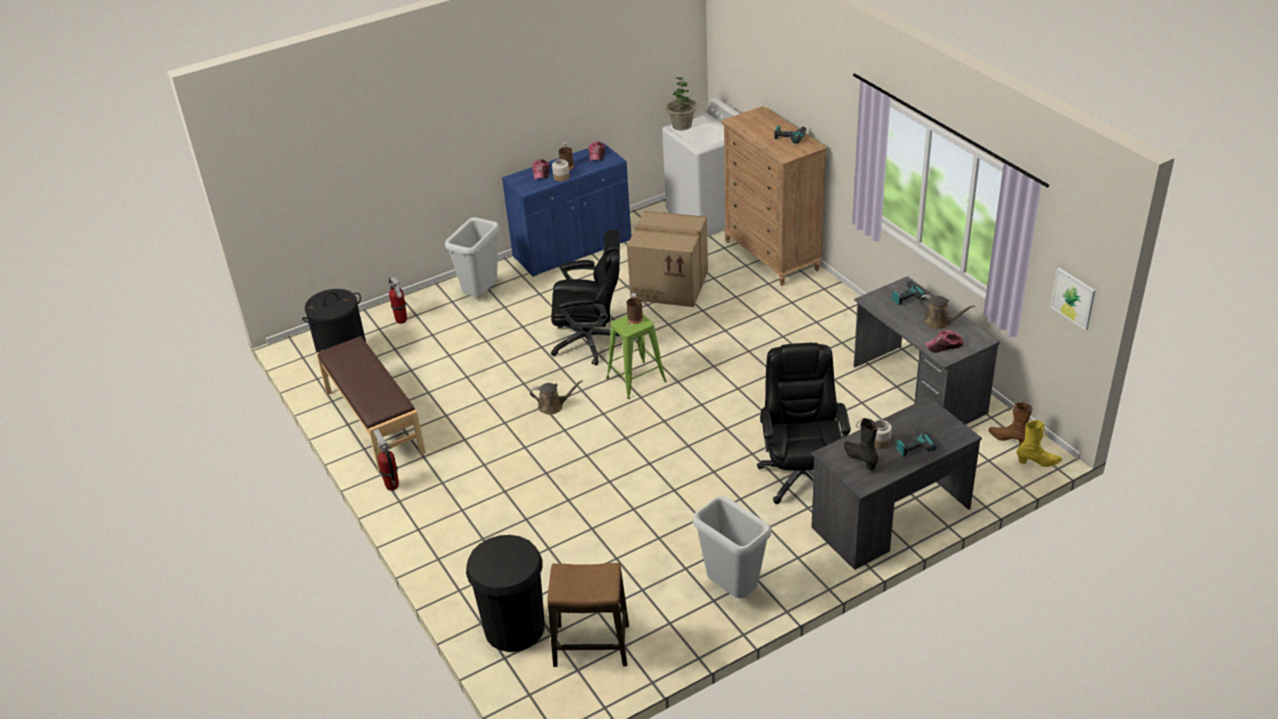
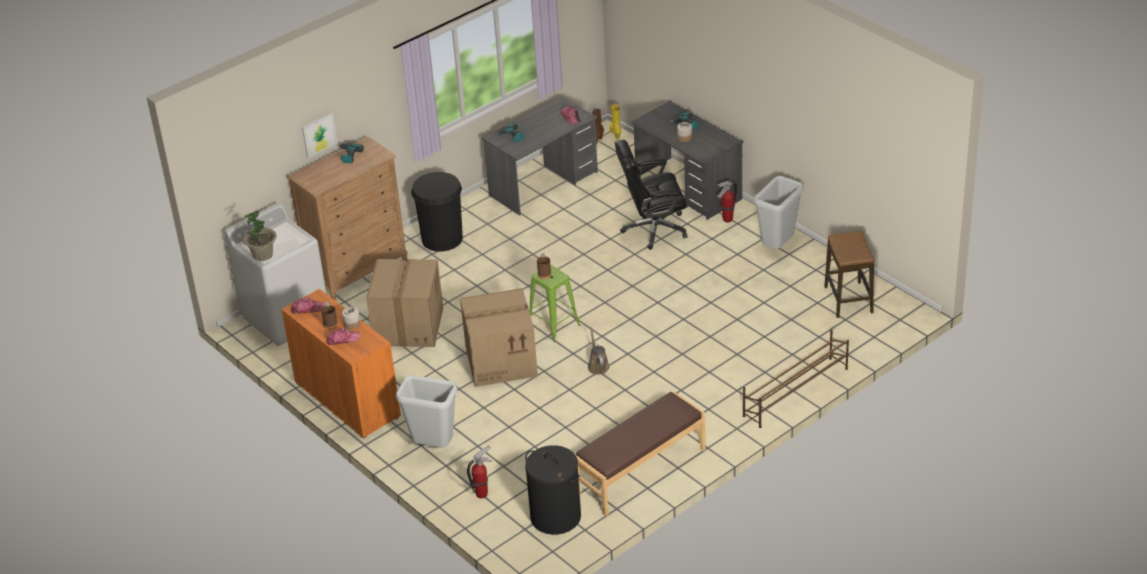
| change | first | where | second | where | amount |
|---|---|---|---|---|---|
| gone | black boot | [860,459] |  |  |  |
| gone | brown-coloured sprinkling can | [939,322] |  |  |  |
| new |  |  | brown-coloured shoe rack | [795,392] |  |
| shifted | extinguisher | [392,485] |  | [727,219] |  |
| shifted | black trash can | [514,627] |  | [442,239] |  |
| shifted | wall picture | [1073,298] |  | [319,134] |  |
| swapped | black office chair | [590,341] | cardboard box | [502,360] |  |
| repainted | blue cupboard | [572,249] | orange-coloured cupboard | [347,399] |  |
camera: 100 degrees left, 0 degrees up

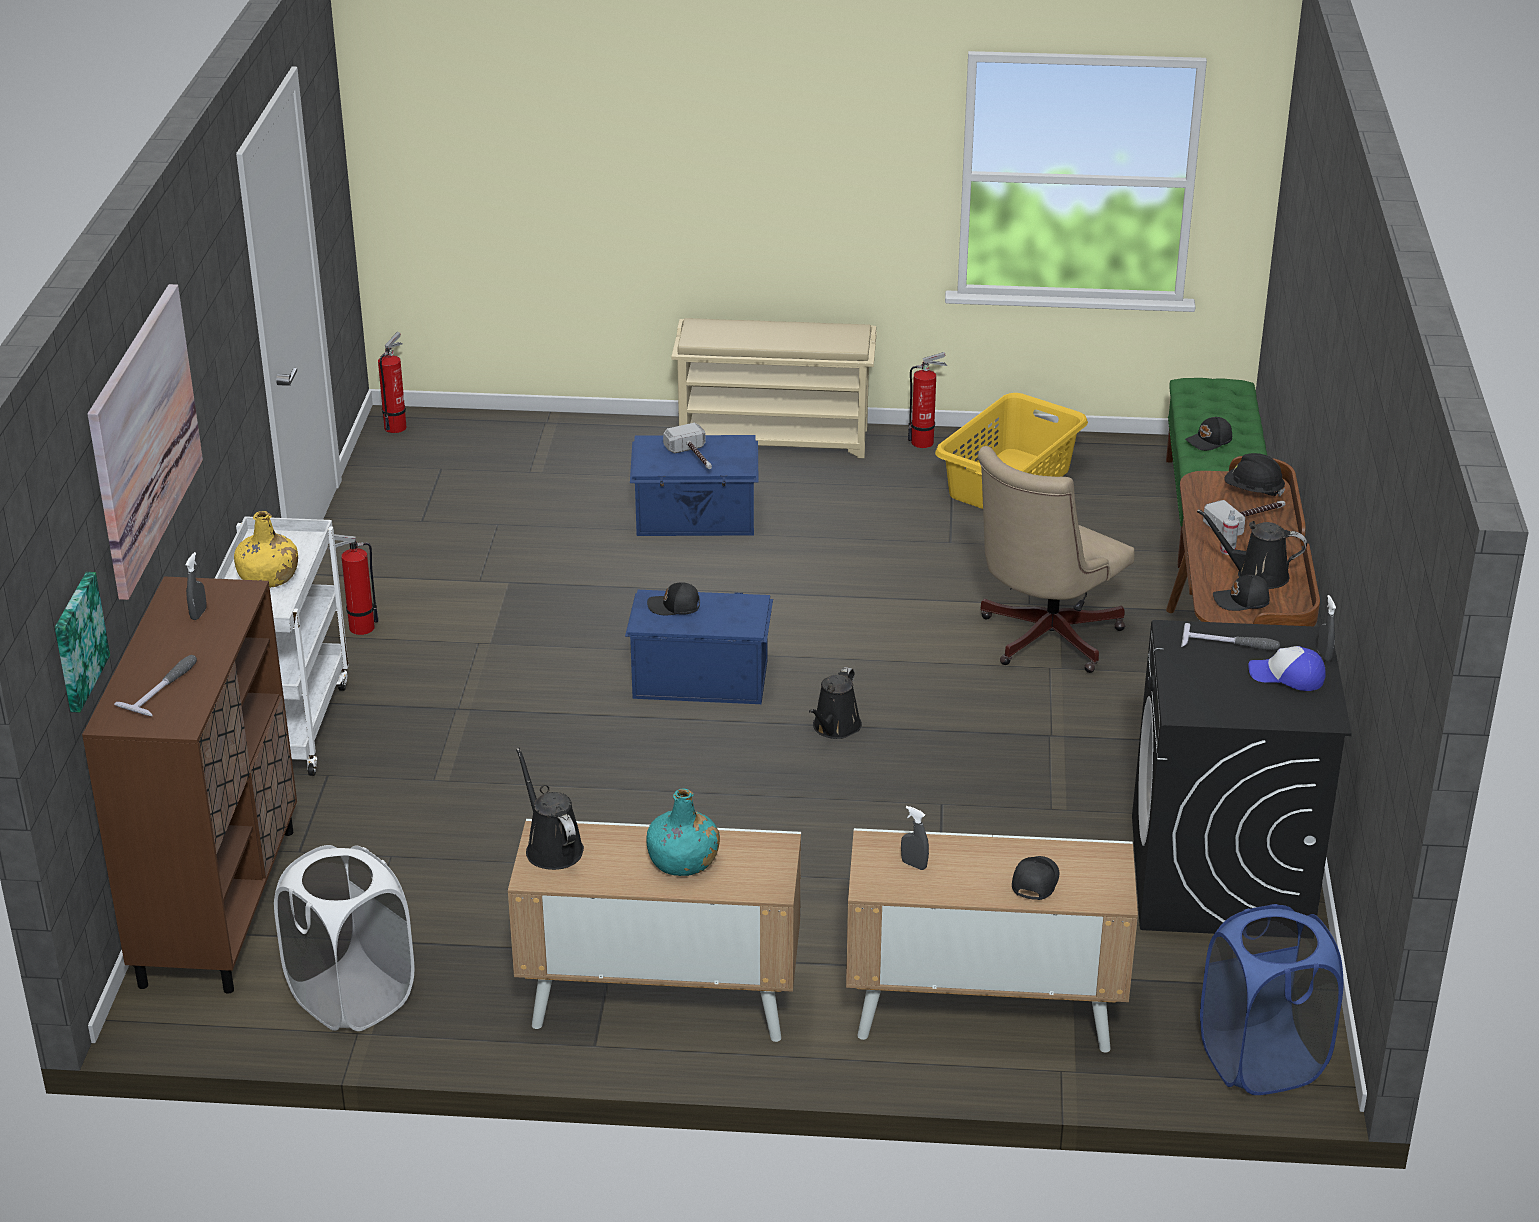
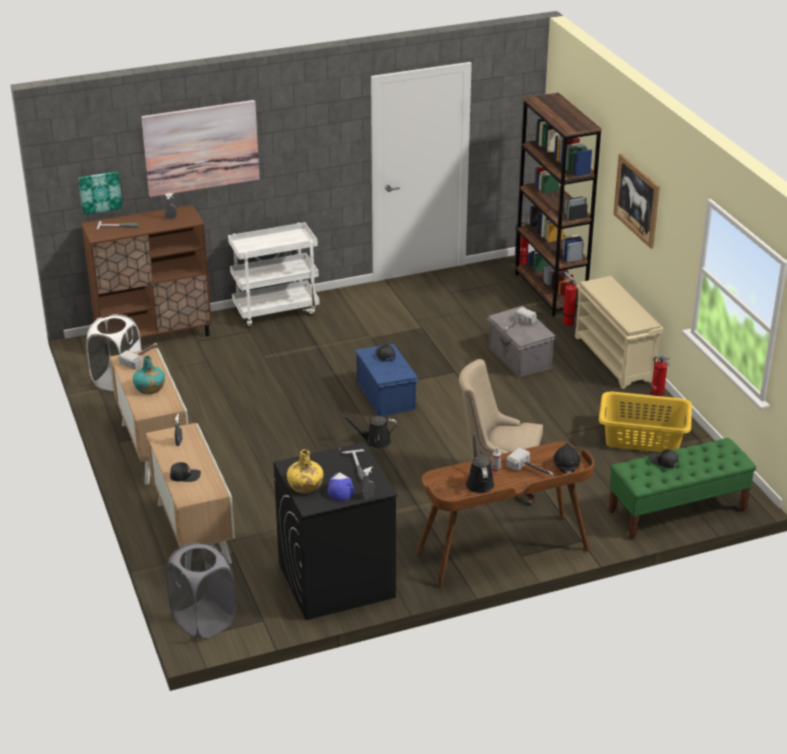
| change | first | where | second | where | amount |
|---|---|---|---|---|---|
| gone | black baseball cap | [1241,601] |  |  |  |
| new |  |  | brown-coloured bookshelf | [550,291] |  |
| new |  |  | wall picture | [637,200] |  |
| shifted | yellowish bottle | [268,577] |  | [305,486] |  |
| shifted | extinguisher | [358,628] |  | [567,321] |  |
| swapped | black sprinkling can | [551,847] | hammer | [141,358] |  |
| repainted | blue storage container | [696,518] | grey storage container | [519,358] |  |
| repainted | blue washing basket | [1261,1061] | grey washing basket | [203,620] |  |
camera: 65 degrees right, 0 degrees up

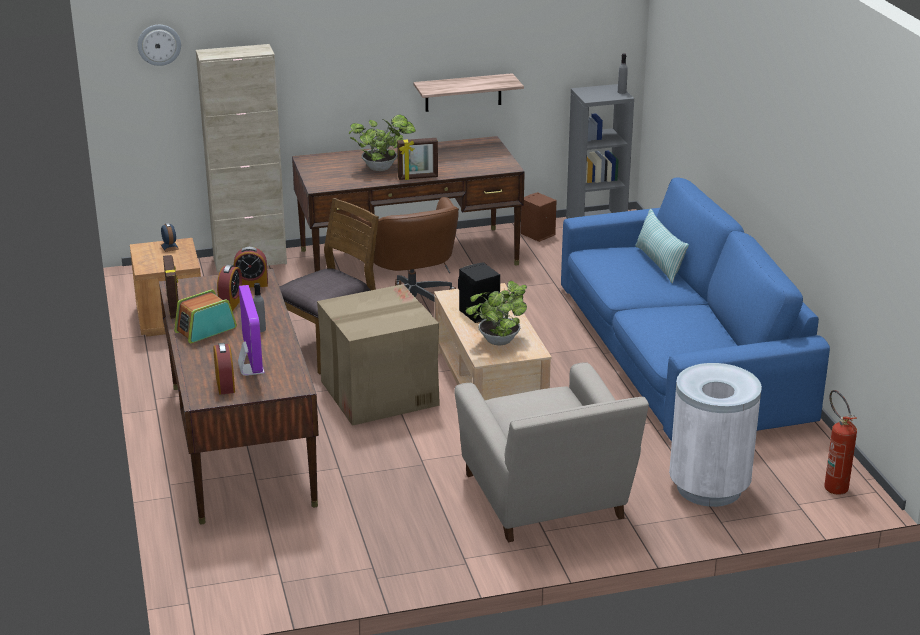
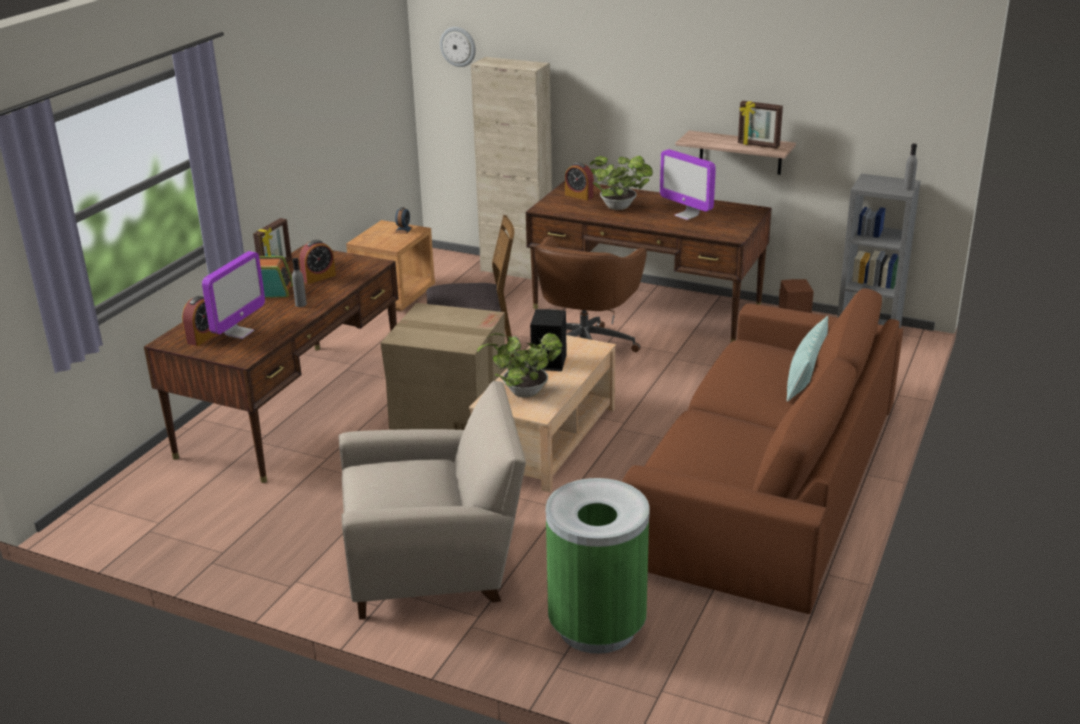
| change | first | where | second | where | amount |
|---|---|---|---|---|---|
| gone | extinguisher | [832,485] |  |  |  |
| new |  |  | monitor | [686,215] |  |
| shifted | table clock | [251,284] |  | [579,196] |  |
| shifted | picture frame | [418,178] |  | [758,145] |  |
| repainted | blue sofa | [677,352] | brown-coloured sofa | [767,481] |  |
| repainted | white-coloured trash can | [709,487] | green trash can | [597,626] |  |
| rotated | sand-coloured armchair | [547,501] |  | [435,565] | 120 degrees counterclockwise |
camera: 40 degrees right, 0 degrees up

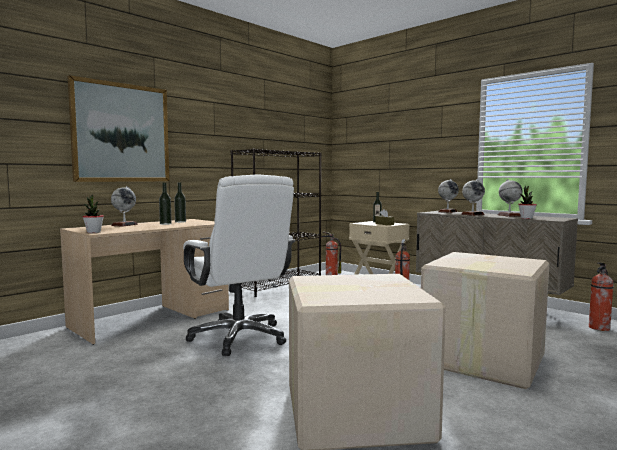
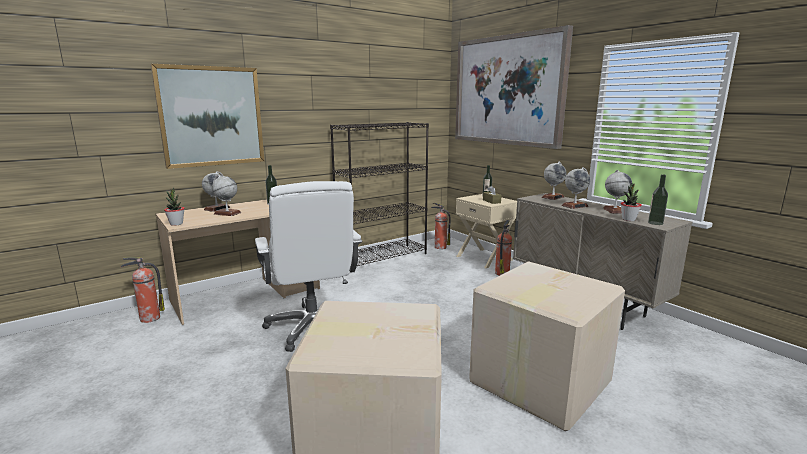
| change | first | where | second | where | amount |
|---|---|---|---|---|---|
| new |  |  | desk globe | [227,213] |  |
| new |  |  | wall picture | [507,90] |  |
| shifted | bottle | [165,224] |  | [655,223] |  |
| shifted | extinguisher | [598,328] |  | [149,318] |  |
camera: 10 degrees right, 10 degrees up

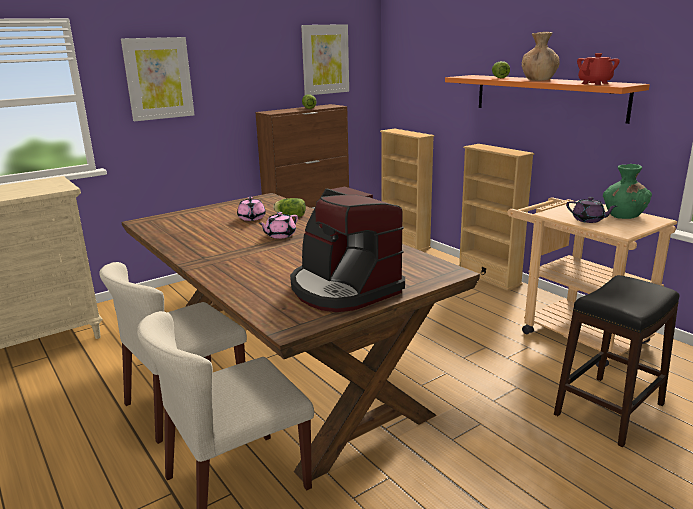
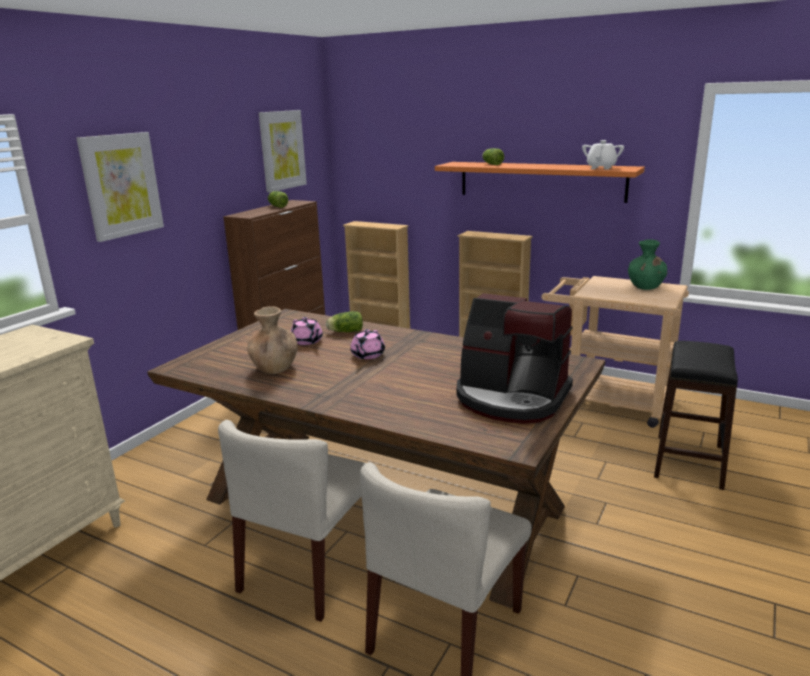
| change | first | where | second | where | amount |
|---|---|---|---|---|---|
| gone | purple-coloured pot for tea | [588,220] |  |  |  |
| shifted | brown-coloured vase | [538,80] |  | [274,368] |  |
| repainted | red pot for tea | [595,83] | white-coloured pot for tea | [601,168] |  |
camera: 25 degrees left, 0 degrees up

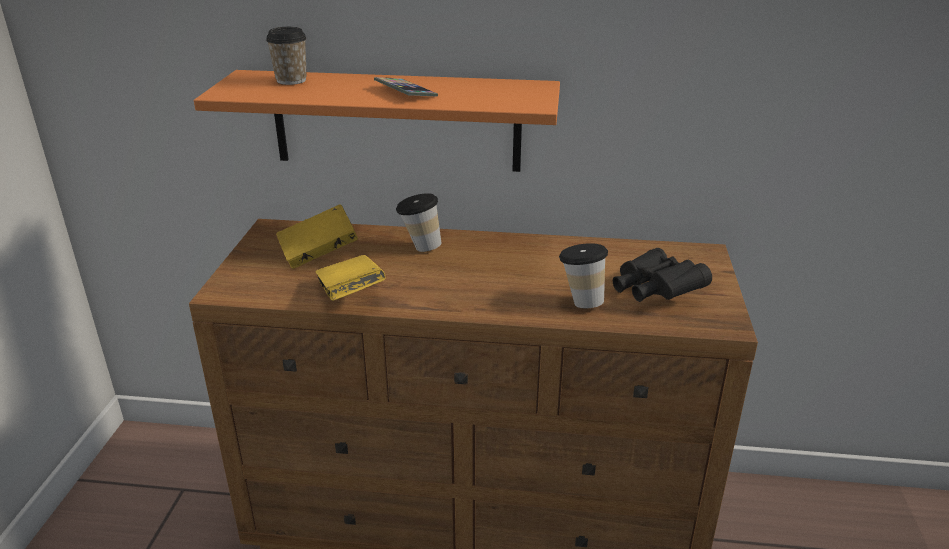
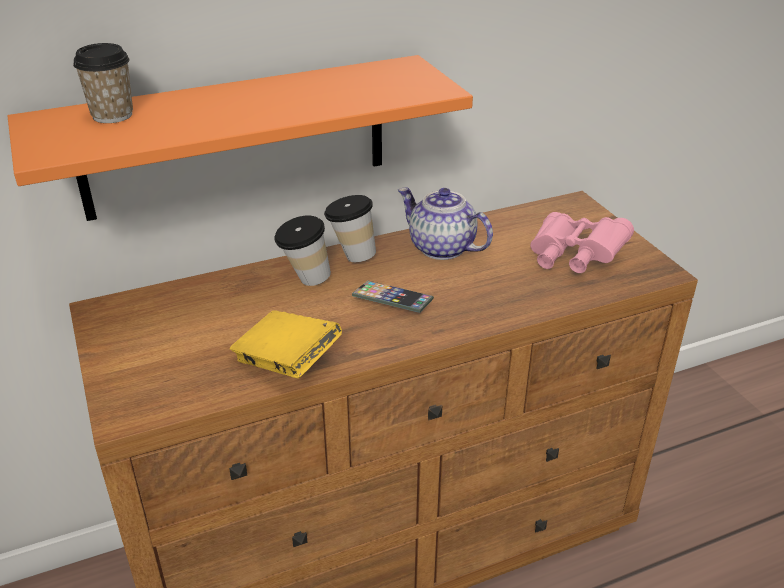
| change | first | where | second | where | amount |
|---|---|---|---|---|---|
| gone | yellowish book | [318,253] |  |  |  |
| new |  |  | pot for tea | [441,248] |  |
| shifted | phone | [405,92] |  | [393,301] |  |
| shifted | small cup | [581,301] |  | [351,255] |  |
| repainted | black binoculars | [654,292] | pinkish binoculars | [573,258] |  |
camera: 30 degrees left, 5 degrees up

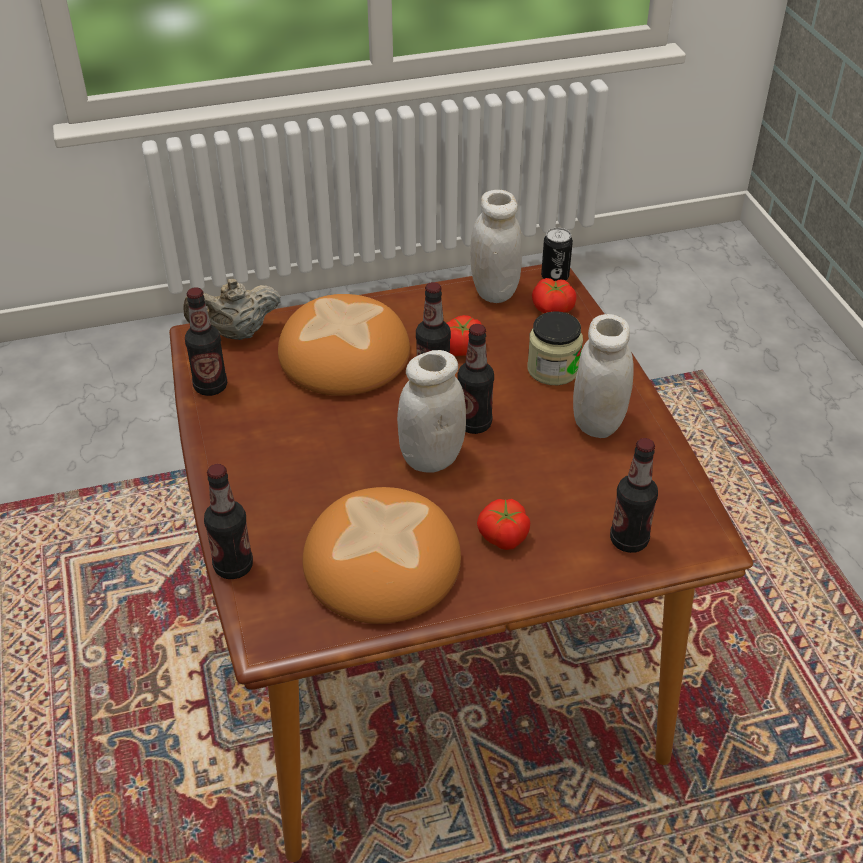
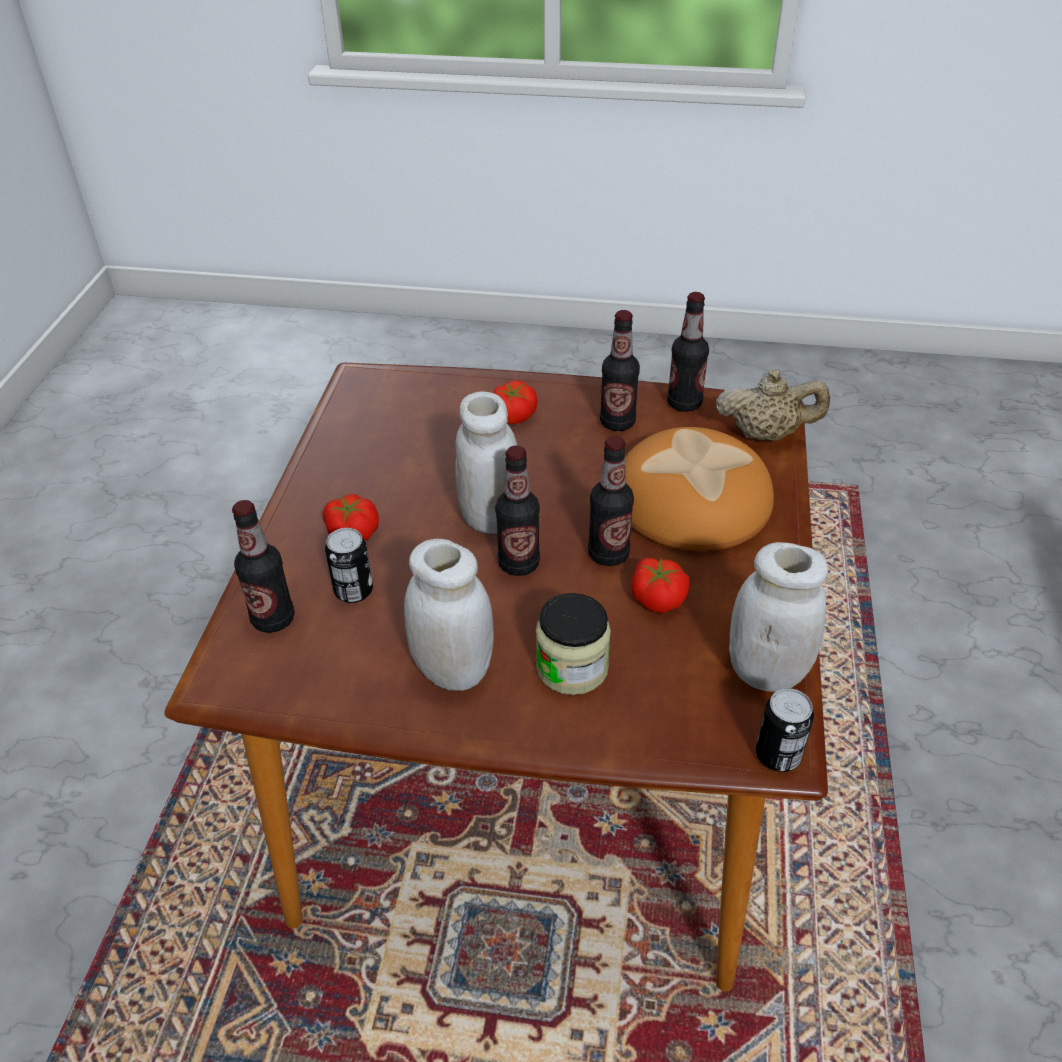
| change | first | where | second | where | amount |
|---|---|---|---|---|---|
| gone | baked bread | [381,562] |  |  |  |
| new |  |  | sealed can | [353,591] |  |
| shifted | bottle | [233,566] |  | [617,422] |  |
| shifted | fresh tomato | [552,309] |  | [512,415] |  |
| rotated | sand-coloured pot for tea | [236,333] |  | [766,434] | 90 degrees clockwise |
camera: 115 degrees right, 0 degrees up

